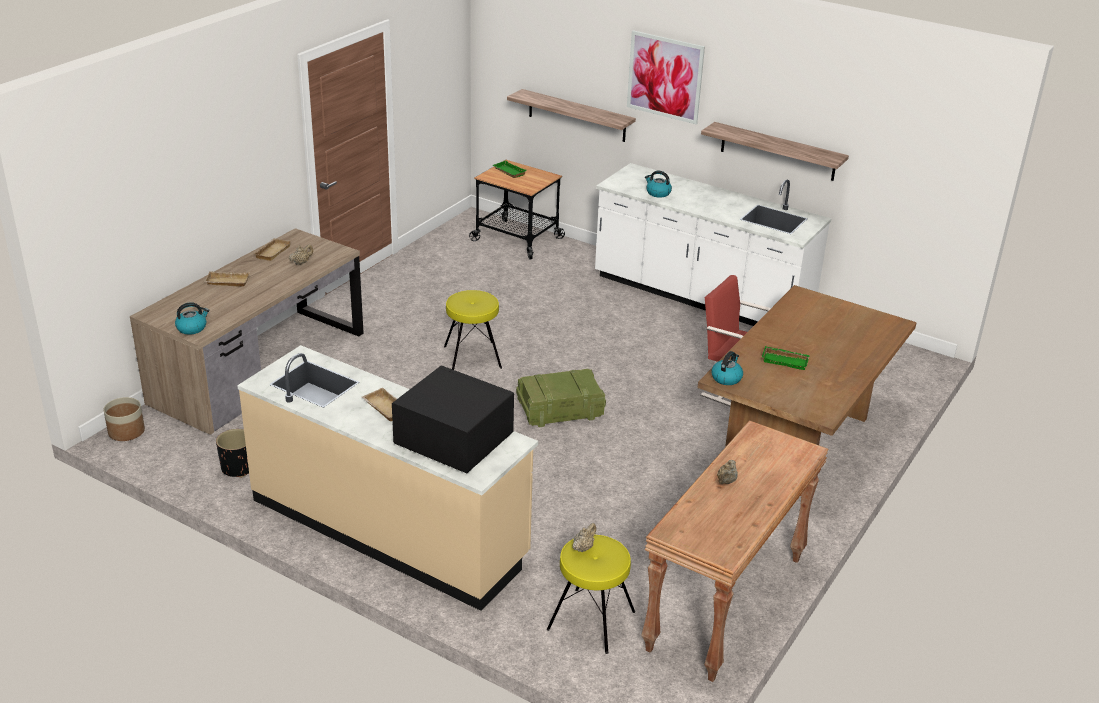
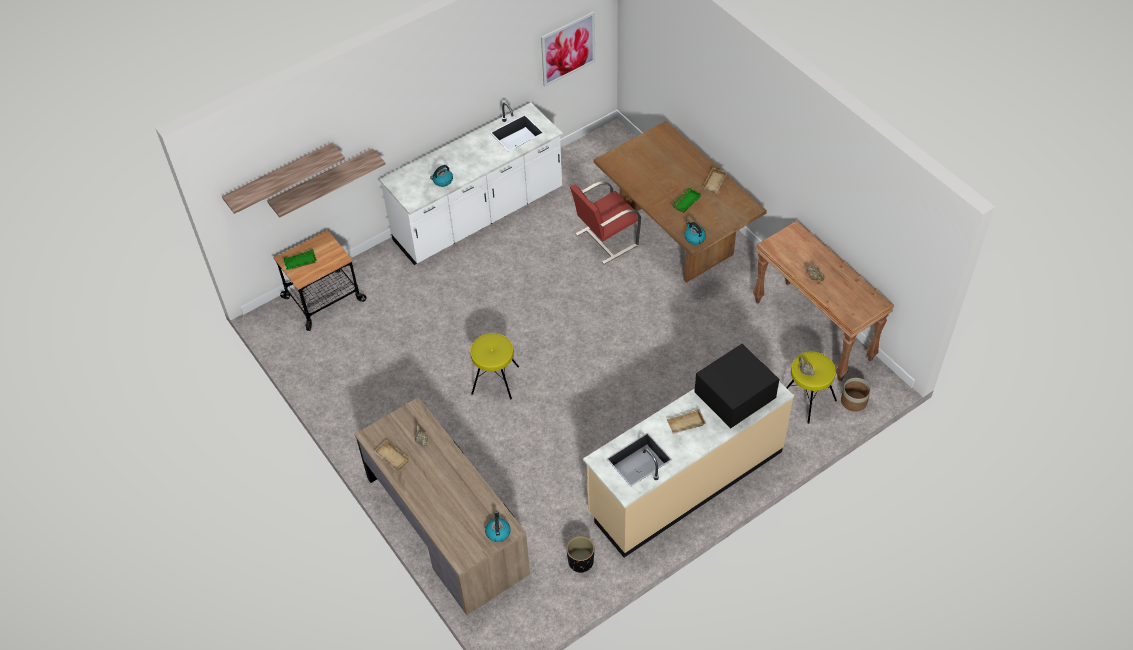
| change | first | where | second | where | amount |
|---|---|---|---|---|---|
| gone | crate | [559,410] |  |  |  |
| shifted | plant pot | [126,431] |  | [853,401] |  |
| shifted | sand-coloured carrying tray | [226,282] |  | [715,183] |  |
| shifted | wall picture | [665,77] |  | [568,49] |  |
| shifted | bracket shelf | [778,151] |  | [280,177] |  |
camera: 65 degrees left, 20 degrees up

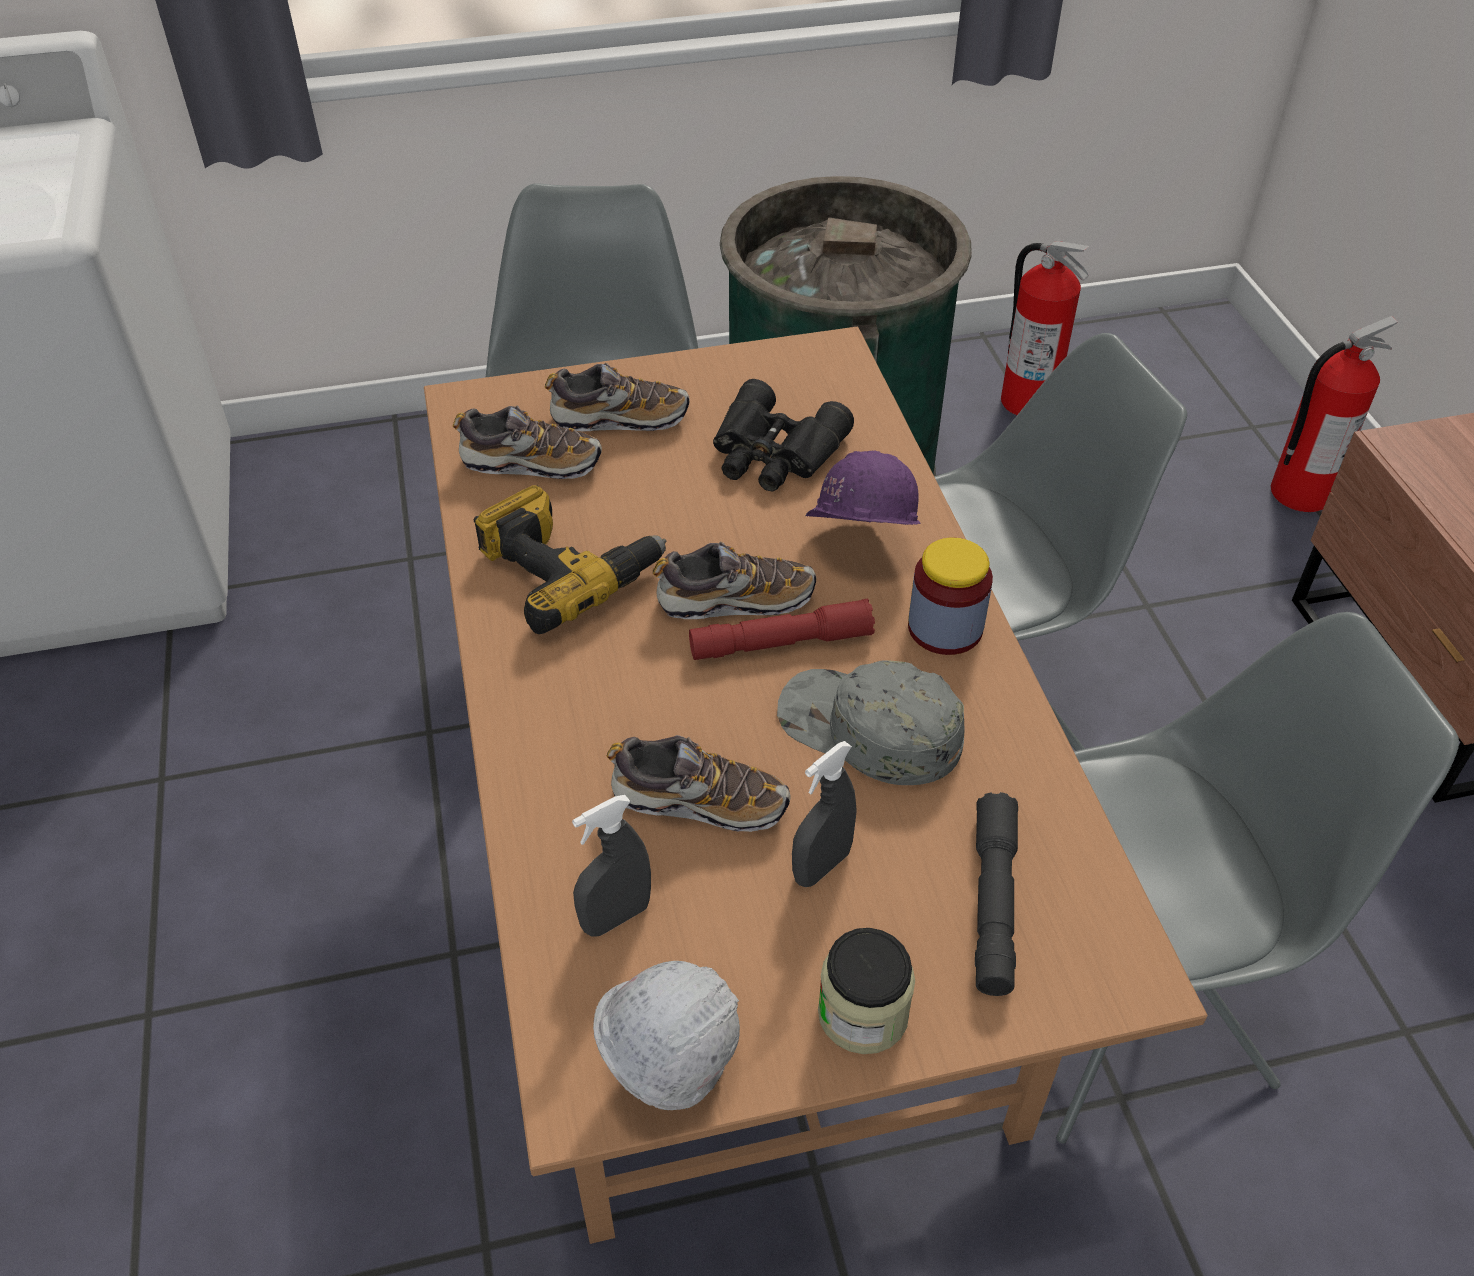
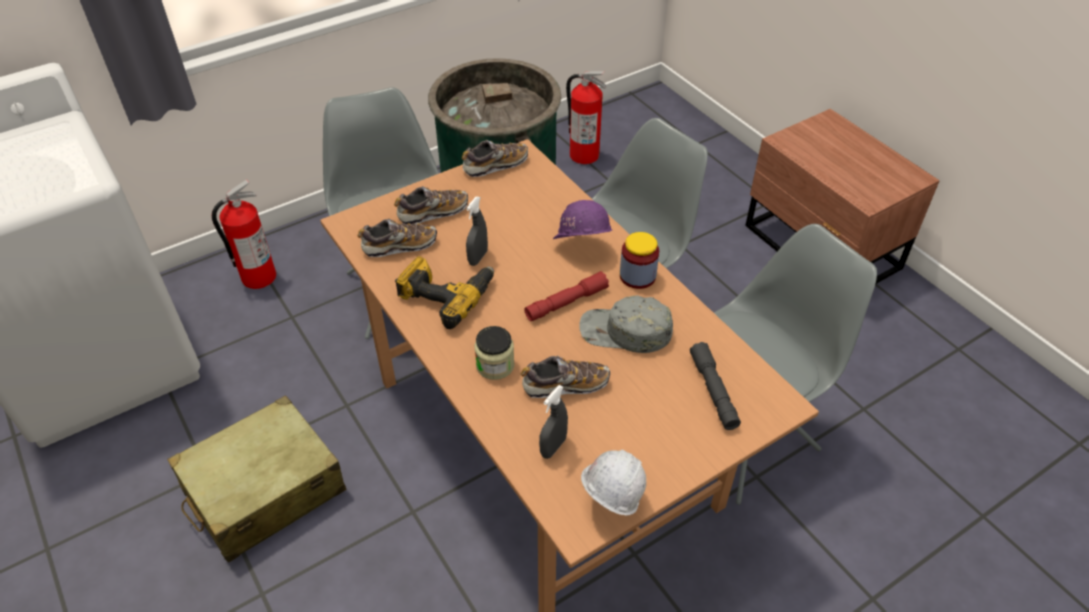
| change | first | where | second | where | amount |
|---|---|---|---|---|---|
| gone | black binoculars | [774,453] |  |  |  |
| new |  |  | sand-coloured piece of luggage | [263,490] |  |
| shifted | shoe | [734,601] |  | [495,166] |  |
| shifted | grey hand sprayer | [821,866] |  | [478,258] |  |
| shifted | preserve jar | [863,1014] |  | [495,365] |  |
| shifted | extinguisher | [1298,493] |  | [258,277] |  |
camera: 20 degrees left, 0 degrees up

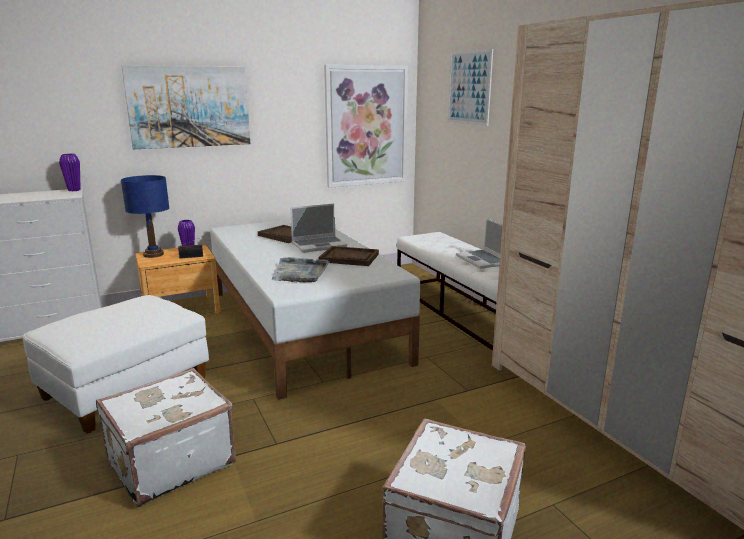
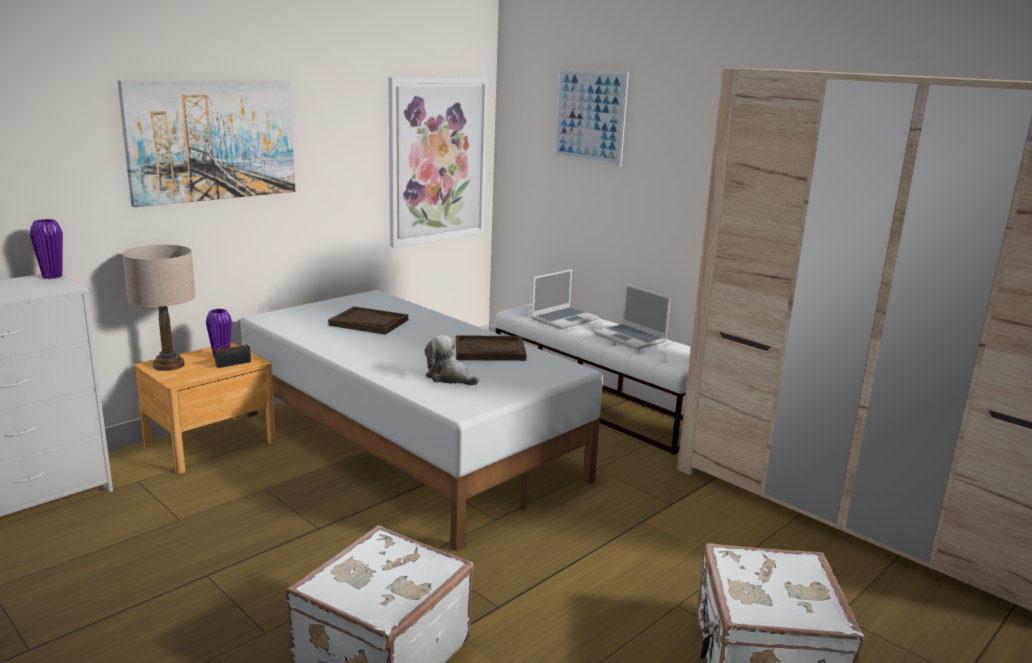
| change | first | where | second | where | amount |
|---|---|---|---|---|---|
| gone | white-coloured footrest | [126,389] |  |  |  |
| shifted | laptop | [319,245] |  | [564,319] |  |
| swapped | grey carrying tray | [300,272] | plush toy | [449,378] |  |
| repainted | blue table lamp | [153,254] | sand-coloured table lamp | [168,365] |  |
camera: 20 degrees left, 0 degrees up

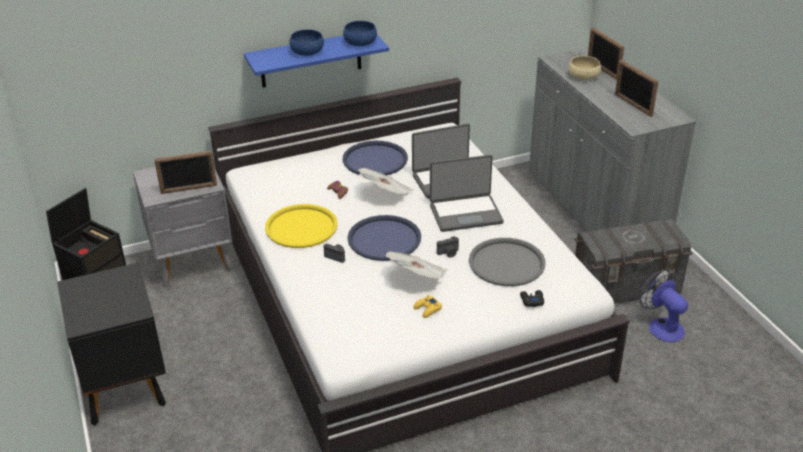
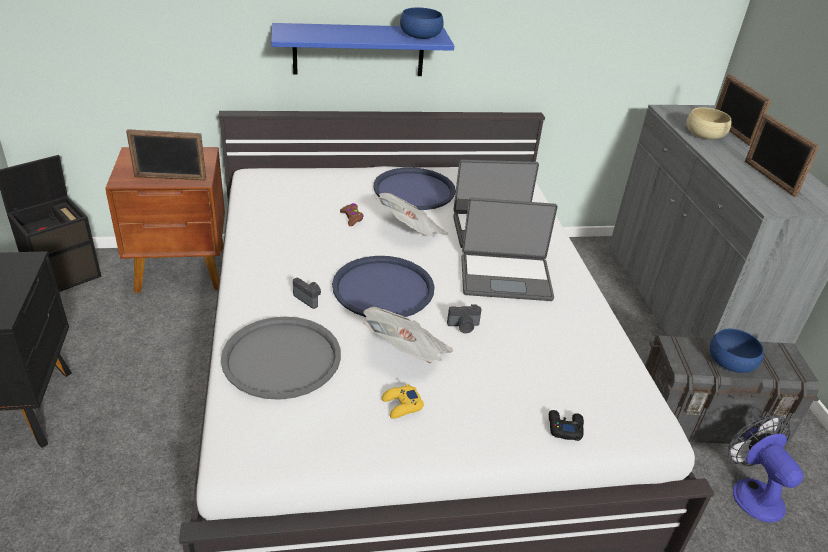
| change | first | where | second | where | amount |
|---|---|---|---|---|---|
| gone | yellowish carrying tray | [301,227] |  |  |  |
| shifted | blue deep dish | [307,51] |  | [731,361] |  |
| shifted | grey carrying tray | [506,263] |  | [281,358] |  |
| repainted | grey bedside table | [193,262] | brown-coloured bedside table | [183,271] |  |
camera: 10 degrees right, 0 degrees up

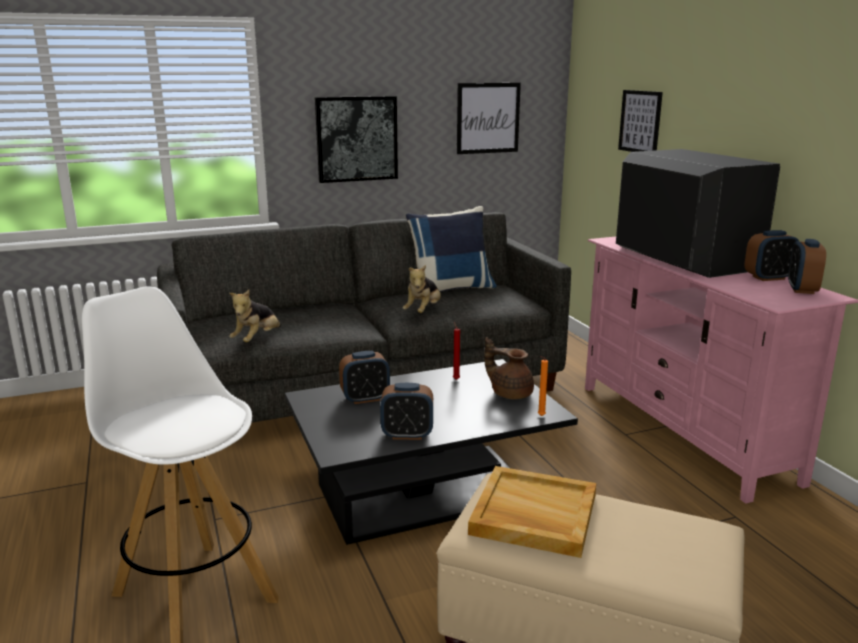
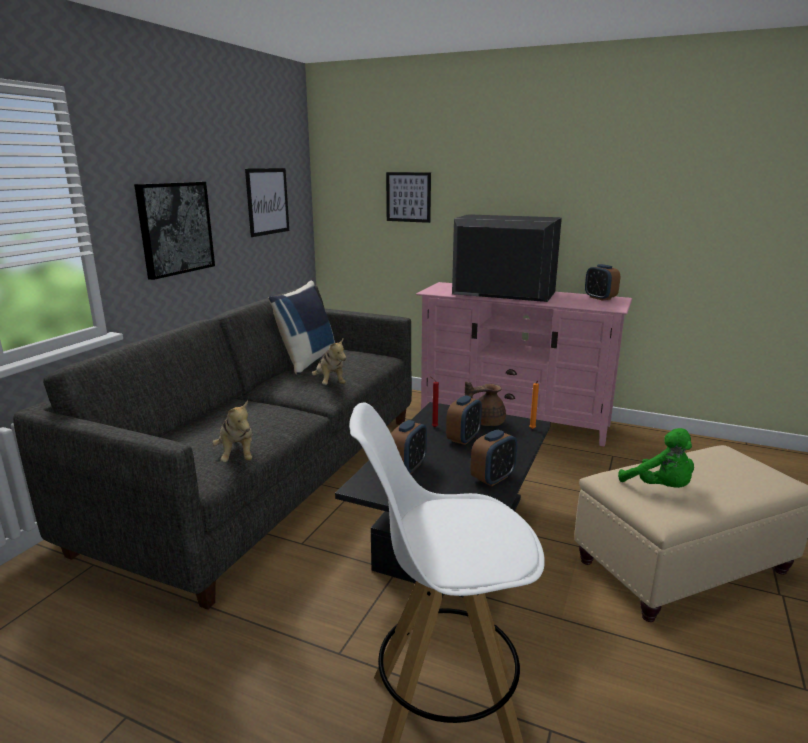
| change | first | where | second | where | amount |
|---|---|---|---|---|---|
| shifted | table clock | [768,278] |  | [463,438] |  |
| swapped | sand-coloured carrying tray | [533,514] | green plush toy | [660,488] |  |
camera: 45 degrees left, 0 degrees up

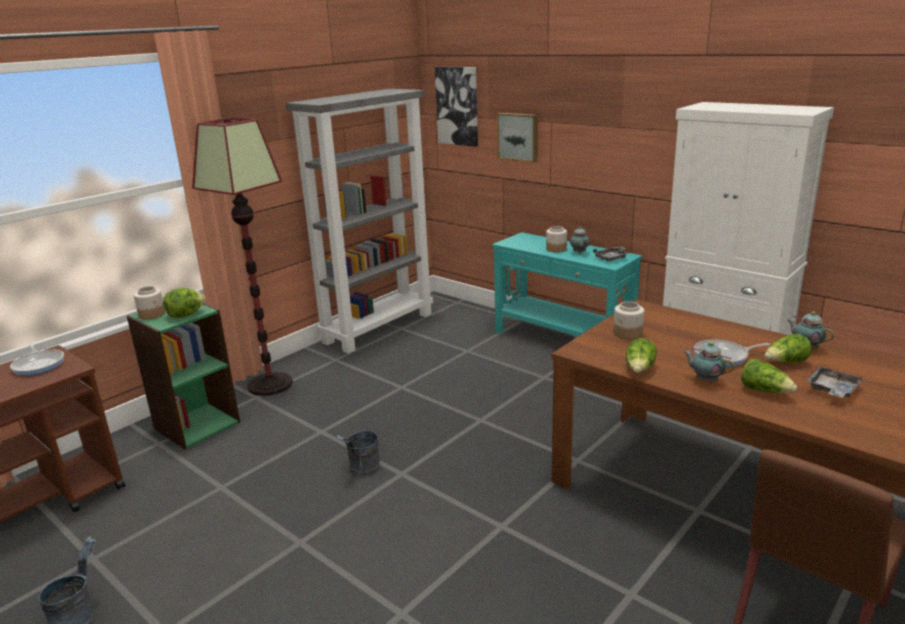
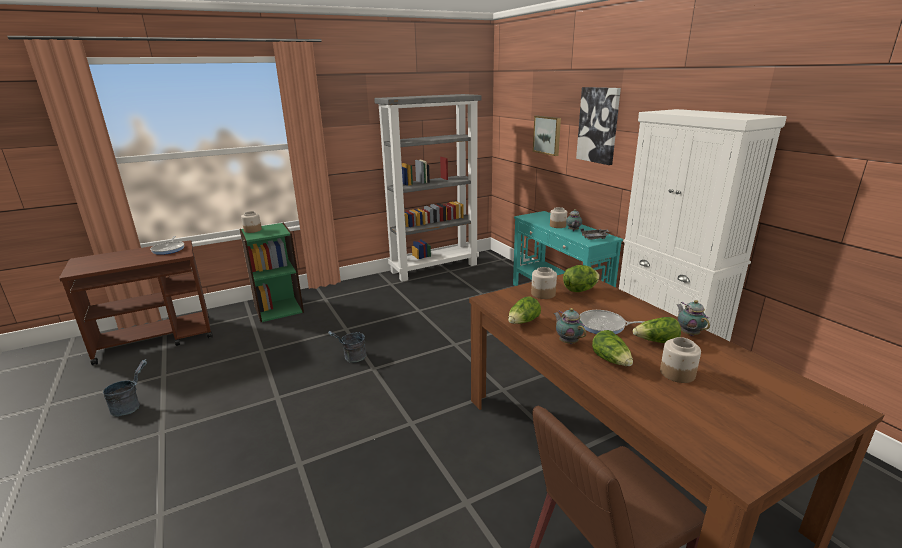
| change | first | where | second | where | amount |
|---|---|---|---|---|---|
| gone | standing lamp | [270,384] |  |  |  |
| shifted | head of lettuce | [185,315] |  | [579,290] |  |
| shifted | wall picture | [458,106] |  | [598,125] |  |
| swapped | grey carrying tray | [832,390] | preserve jar | [677,373] |  |
camera: 20 degrees right, 0 degrees up

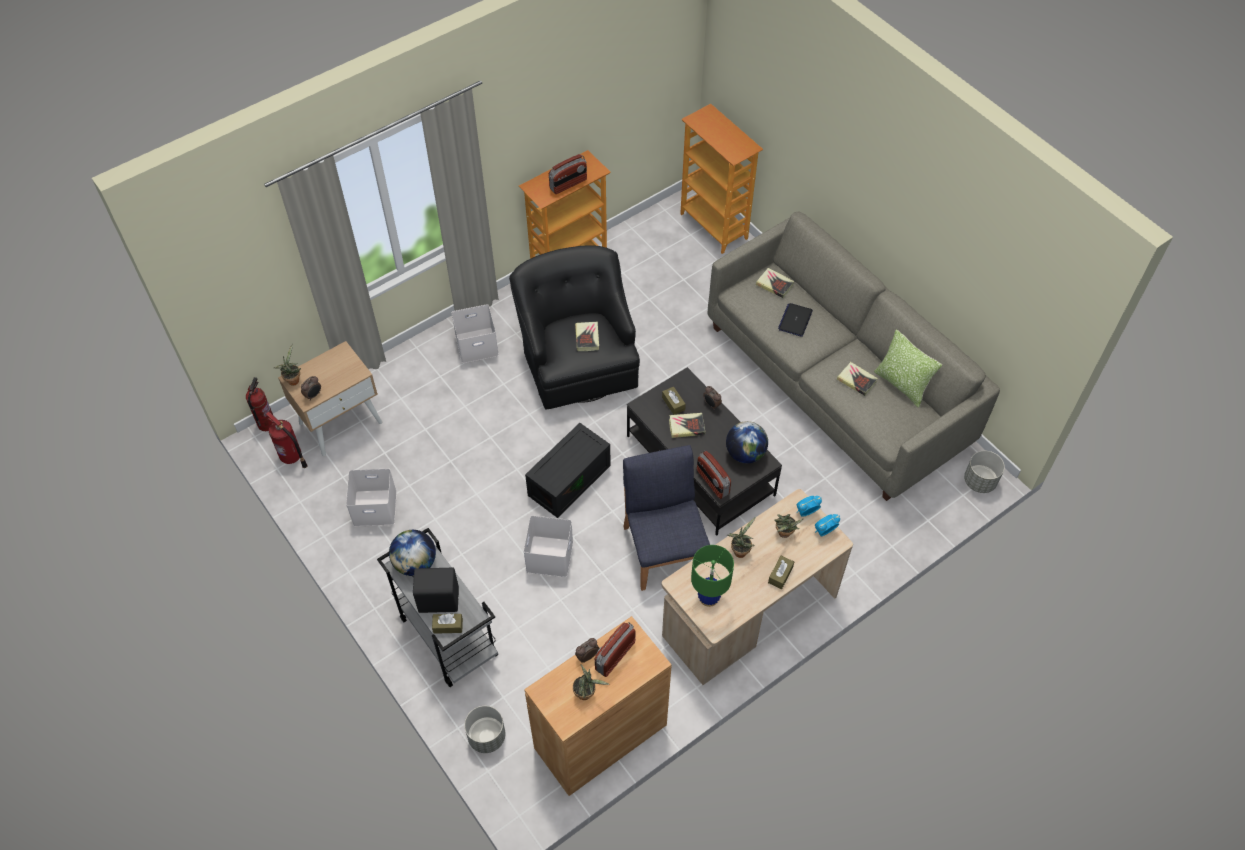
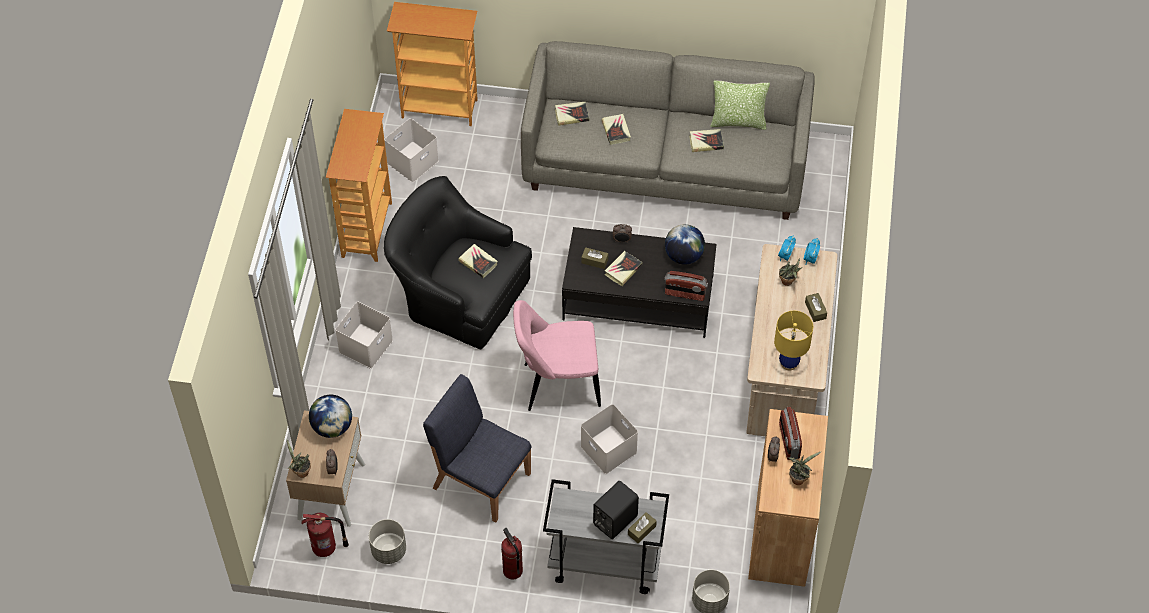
| change | first | where | second | where | amount |
|---|---|---|---|---|---|
| gone | radio receiver | [568,184] |  |  |  |
| gone | potted plant | [740,550] |  |  |  |
| shifted | extinguisher | [266,424] |  | [512,571] |  |
| shifted | white-coloured storage container | [374,508] |  | [412,163] |  |
| shifted | desk globe | [415,563] |  | [332,427] |  |
| shifted | blue chair | [664,549] |  | [481,479] |  |
| shifted | grey plant pot | [979,481] |  | [388,550] |  |
| swapped | black storage container | [569,479] | pinkish chair | [557,385] |  |
| swapped | laptop | [795,320] | book | [616,131] |  |
| repainted | green table lamp | [708,598] | yellowish table lamp | [788,363] |  |
camera: 45 degrees left, 0 degrees up

